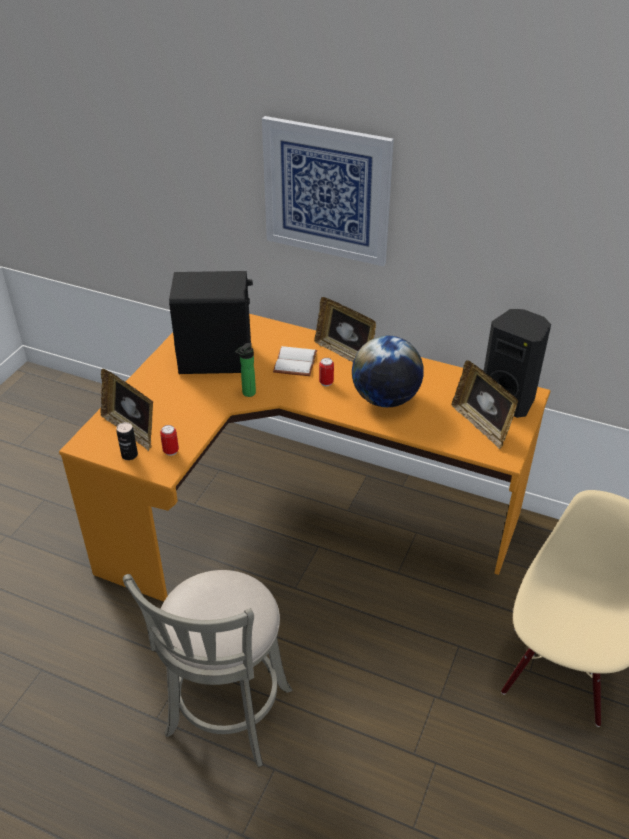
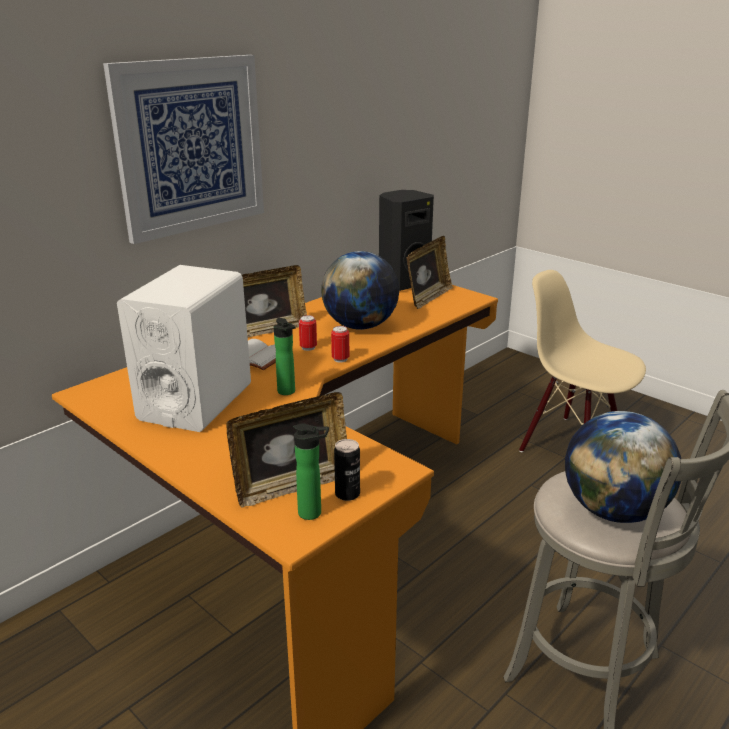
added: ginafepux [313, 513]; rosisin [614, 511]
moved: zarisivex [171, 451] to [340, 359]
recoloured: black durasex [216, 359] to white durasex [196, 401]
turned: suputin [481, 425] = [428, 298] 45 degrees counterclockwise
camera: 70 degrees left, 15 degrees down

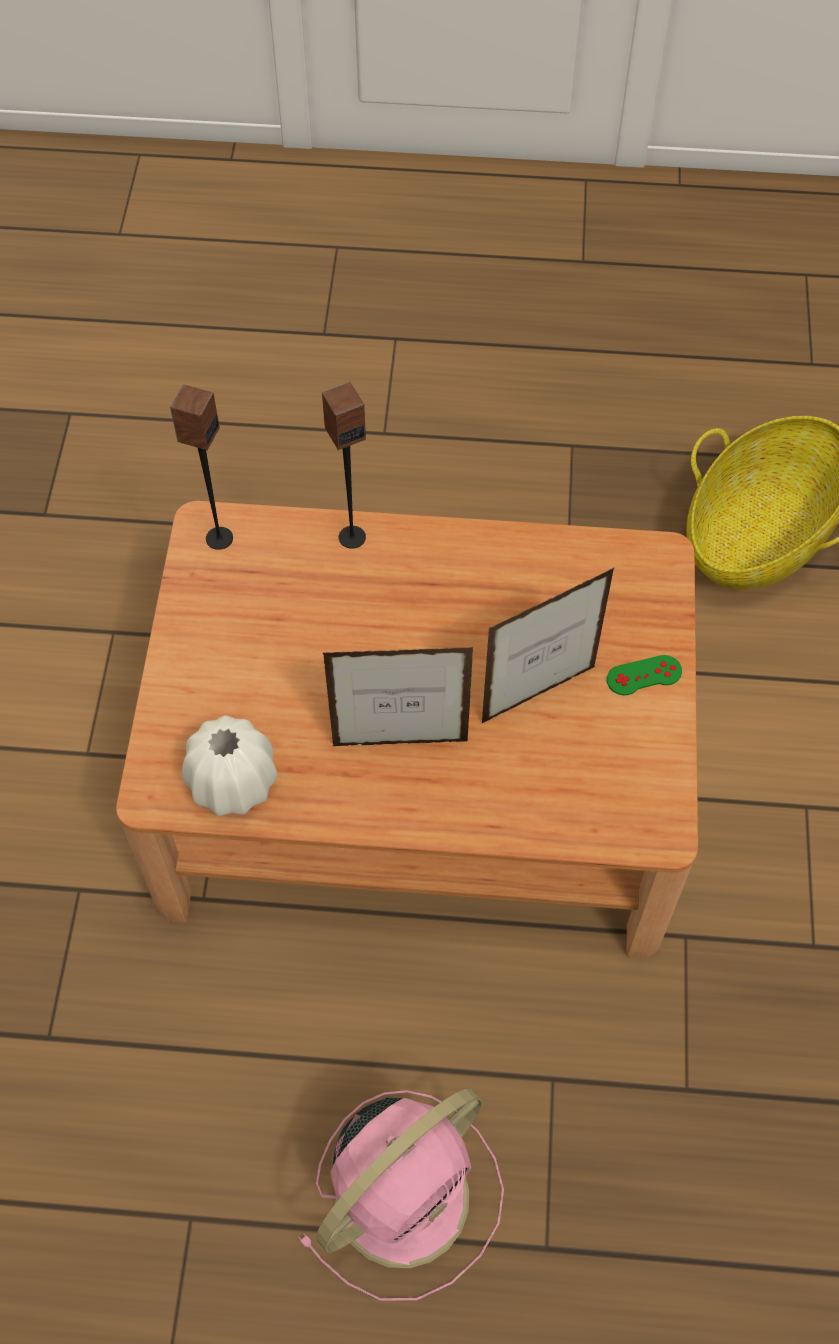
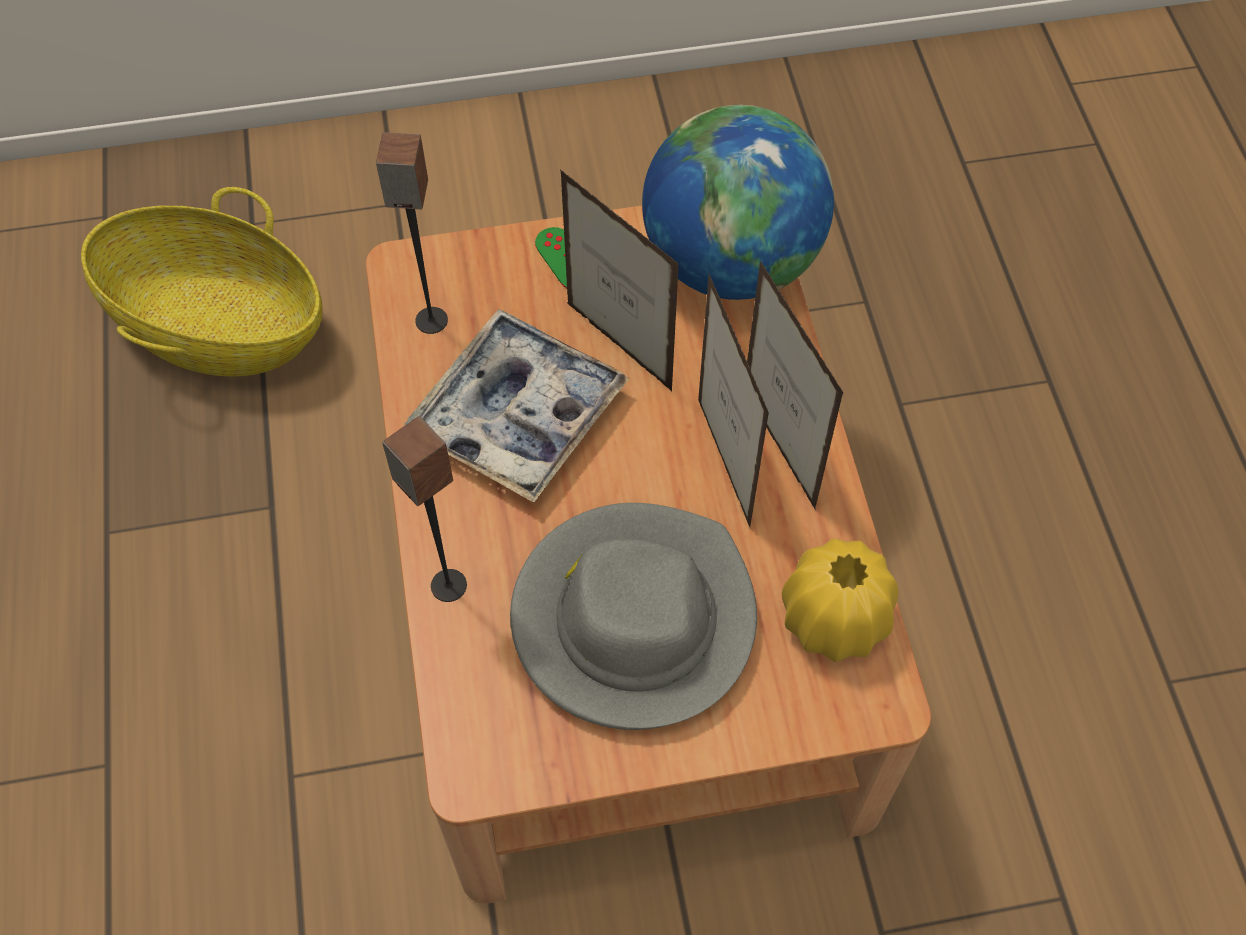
removed: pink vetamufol [407, 1192]
added: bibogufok [518, 415]; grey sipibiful [633, 618]; rosisin [731, 263]; suputin [778, 448]
moved: durasex [218, 538] to [431, 321]
recoloured: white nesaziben [233, 783] to yellow nesaziben [833, 619]
camera: 105 degrees left, 0 degrees up

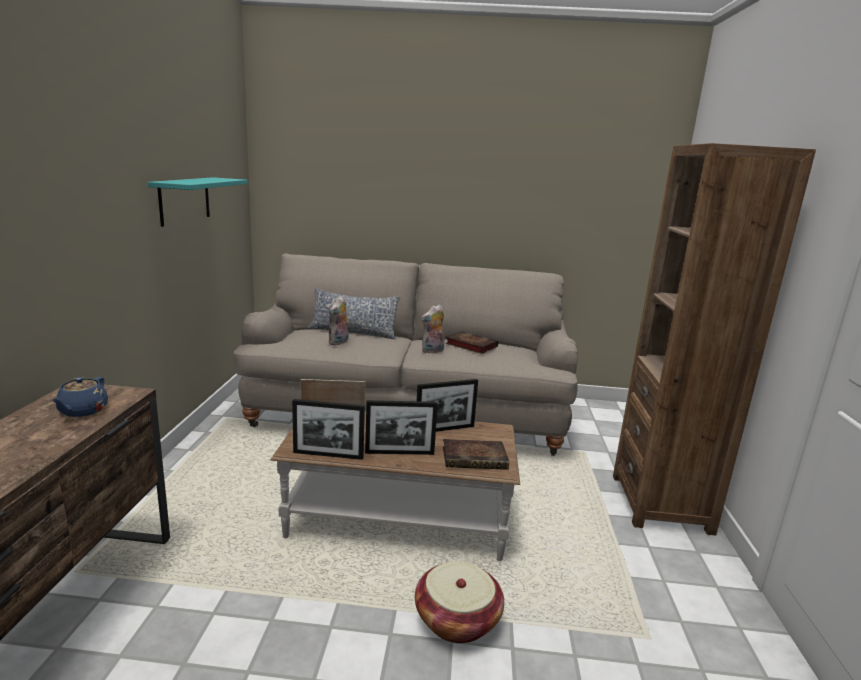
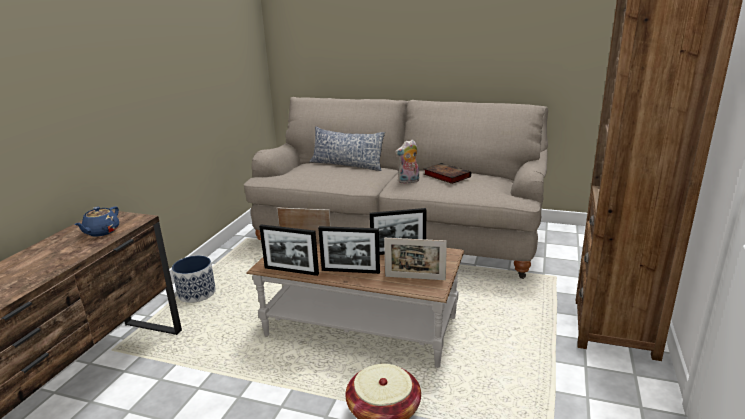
removed: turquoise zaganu [185, 200]; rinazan [339, 342]
added: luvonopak [197, 293]
replaced: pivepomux [476, 458] to suputin [415, 278]
camera: 15 degrees right, 5 degrees up

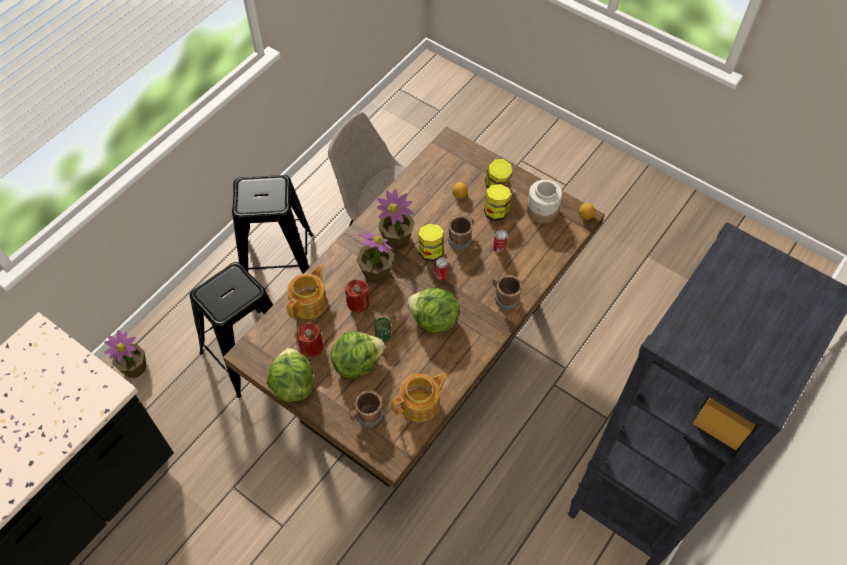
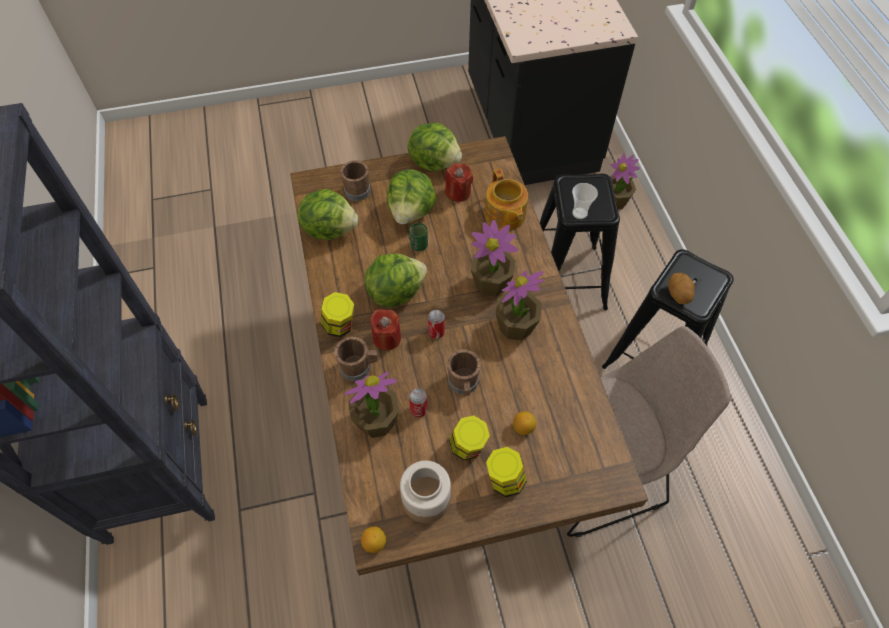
added: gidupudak [376, 421]; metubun [579, 213]; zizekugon [678, 295]
moved: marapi [431, 251] to [340, 326]; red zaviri [358, 303] to [387, 338]
replaced: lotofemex [420, 404] to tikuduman [329, 228]
camera: 130 degrees right, 0 degrees up

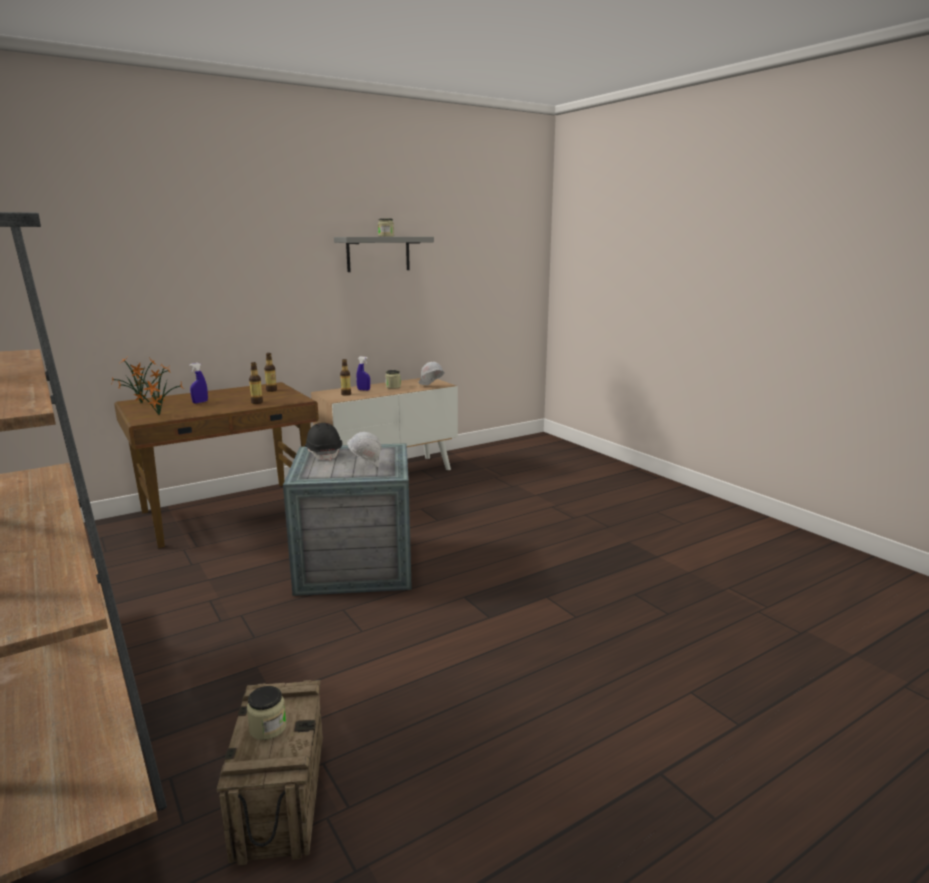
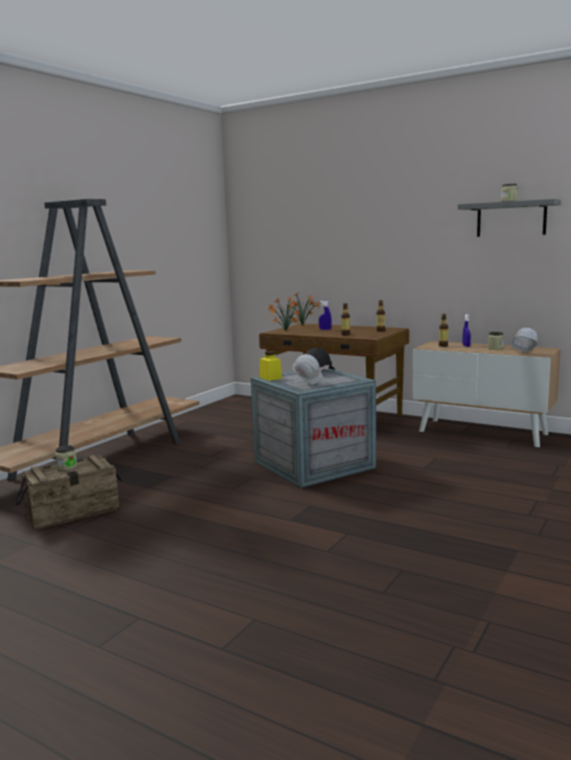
added: yellow marapi [270, 378]
camera: 65 degrees right, 5 degrees down

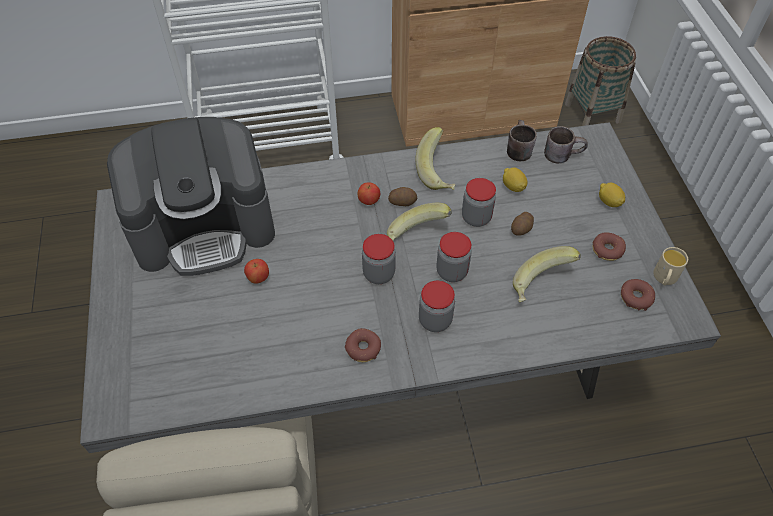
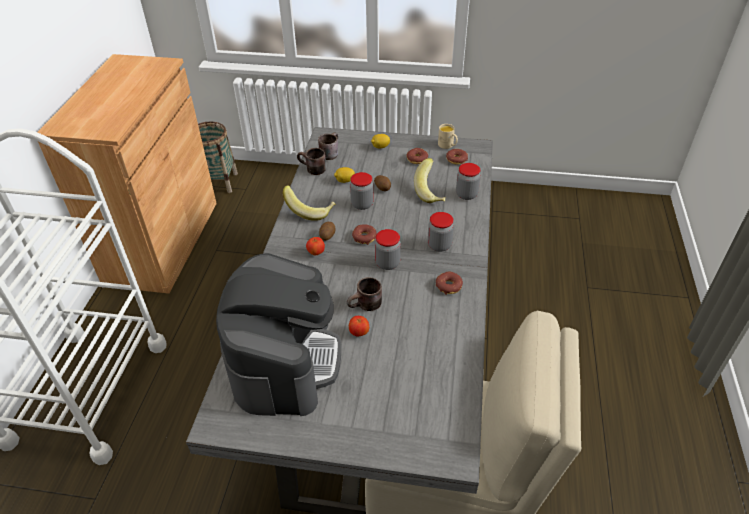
added: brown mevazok [366, 307]
moved: marapi [452, 271] to [466, 194]
replaced: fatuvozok [415, 238] to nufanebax [364, 237]
camera: 70 degrees left, 10 degrees down

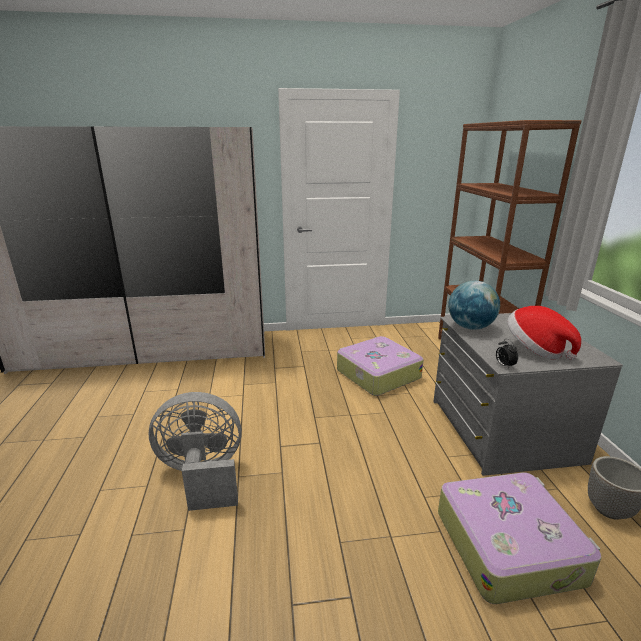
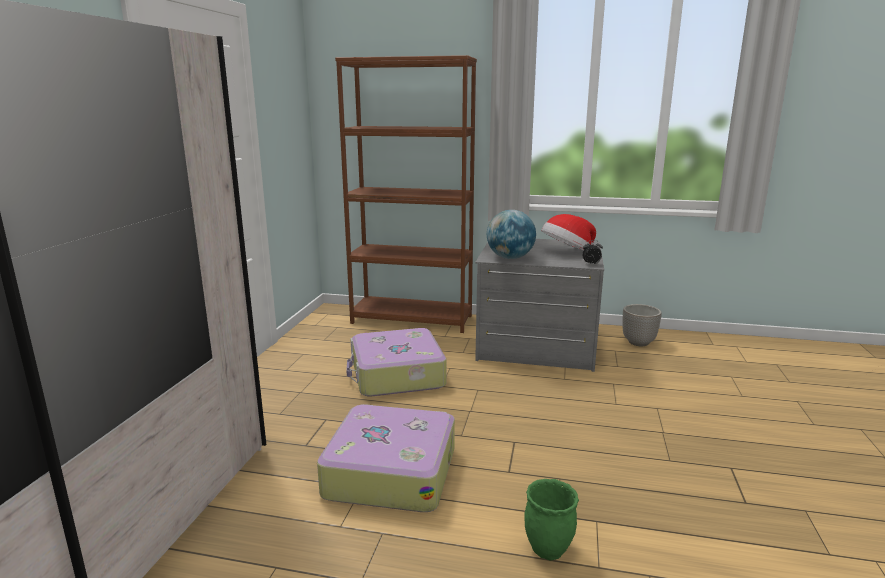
moved: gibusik [508, 544] to [390, 471]
replaced: grey vetamufol [203, 476] to green luvonopak [549, 549]
camera: 70 degrees left, 5 degrees down

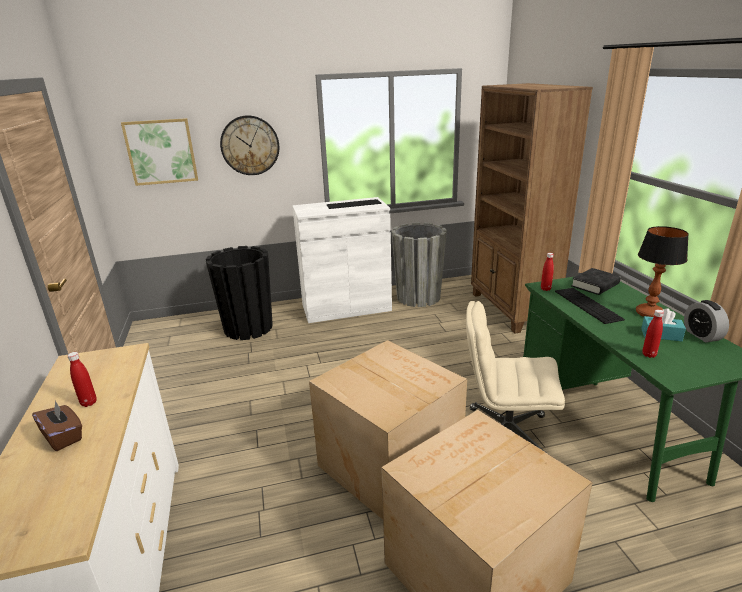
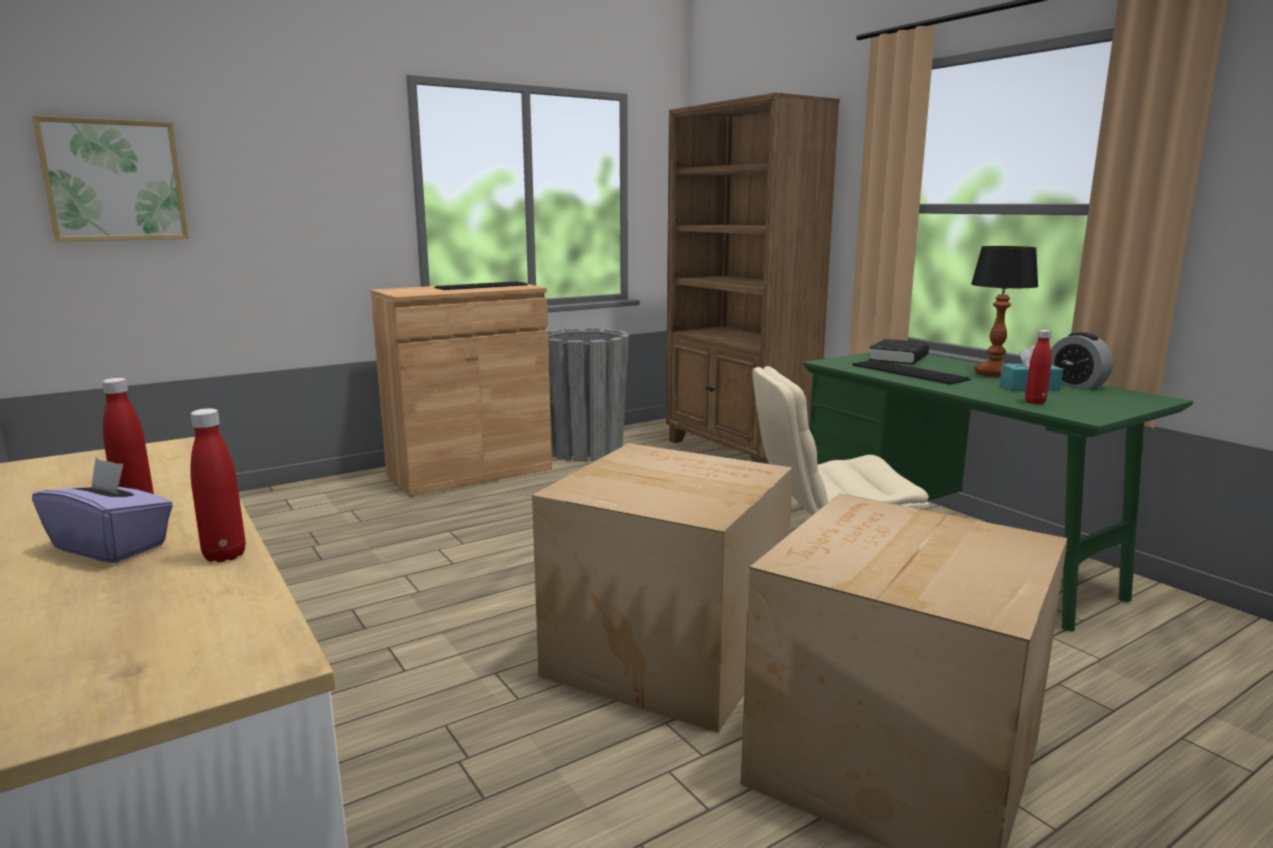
removed: black luvonopak [248, 328]; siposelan [250, 145]
moved: red ginafepux [545, 289] to [224, 555]
recoloured: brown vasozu [63, 437] to purple vasozu [112, 546]; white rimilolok [346, 308] to brown rimilolok [470, 472]
camera: 20 degrees left, 10 degrees down

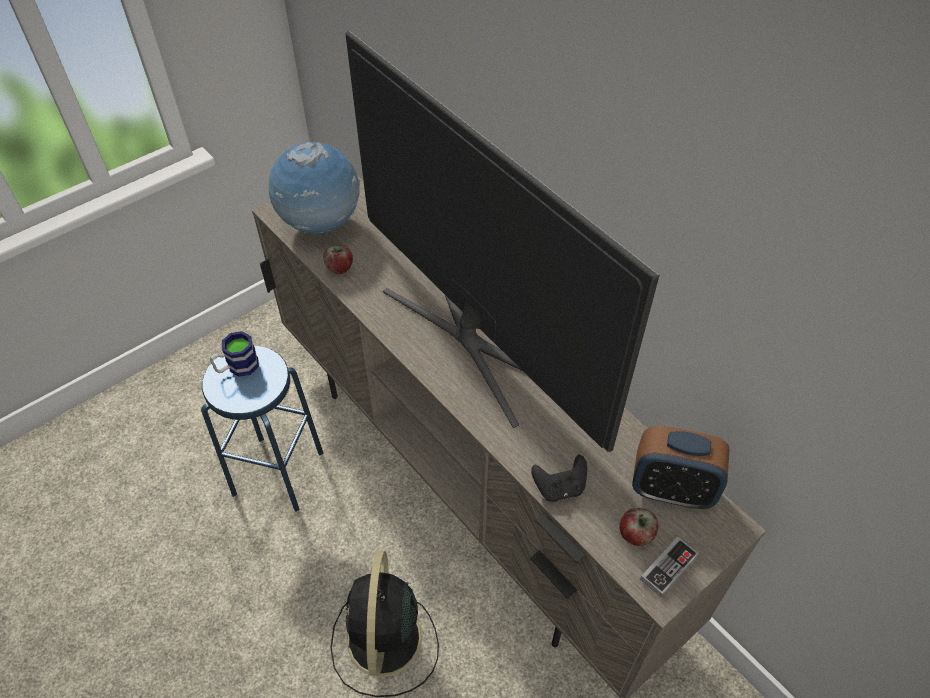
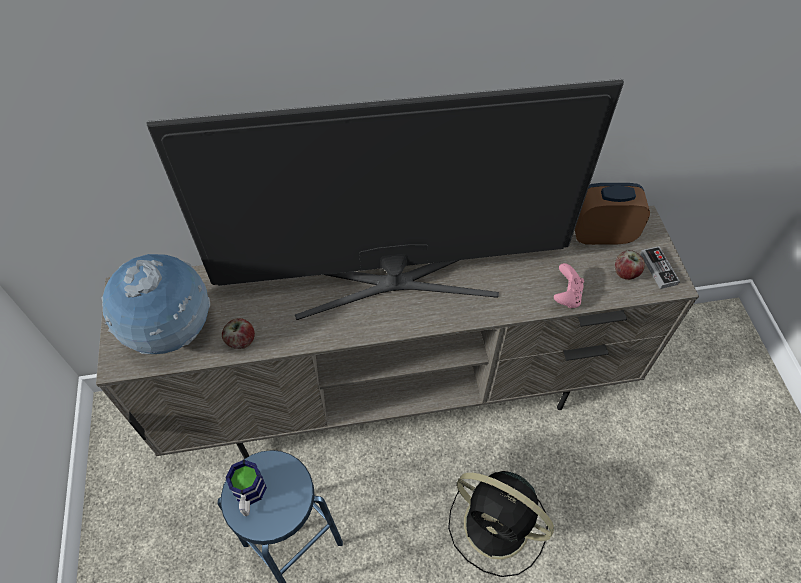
recoloured: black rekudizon [559, 487] to pink rekudizon [566, 296]
turned: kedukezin [671, 490] = [601, 235] 135 degrees counterclockwise
camera: 60 degrees left, 5 degrees up

